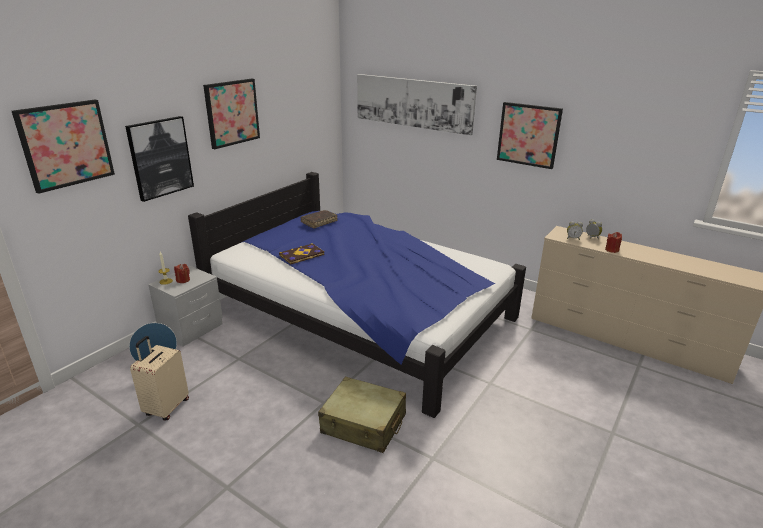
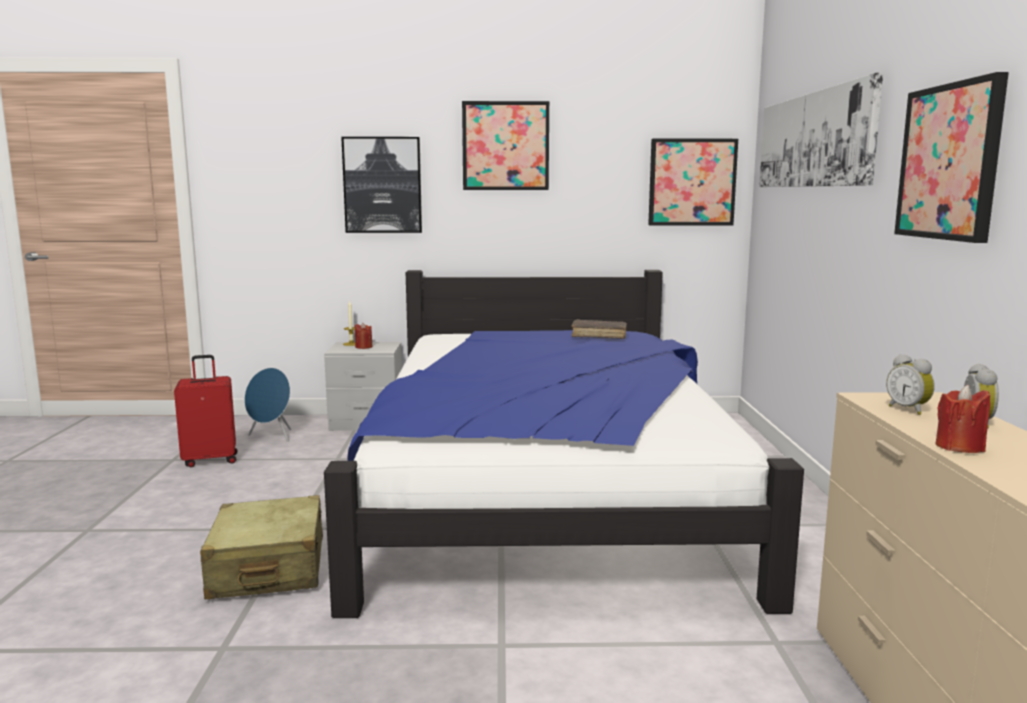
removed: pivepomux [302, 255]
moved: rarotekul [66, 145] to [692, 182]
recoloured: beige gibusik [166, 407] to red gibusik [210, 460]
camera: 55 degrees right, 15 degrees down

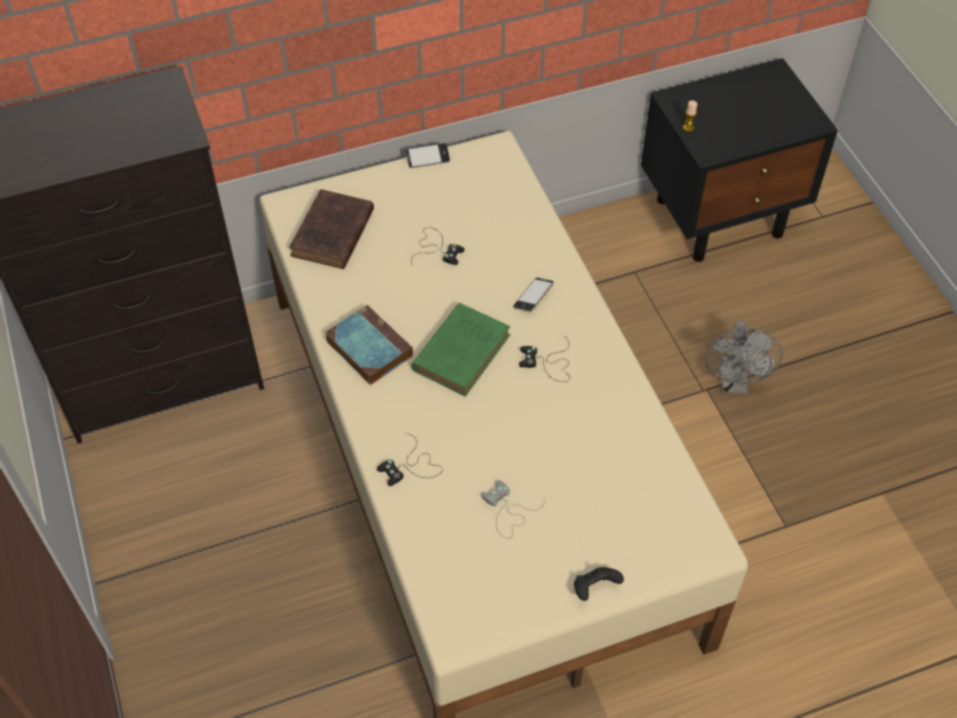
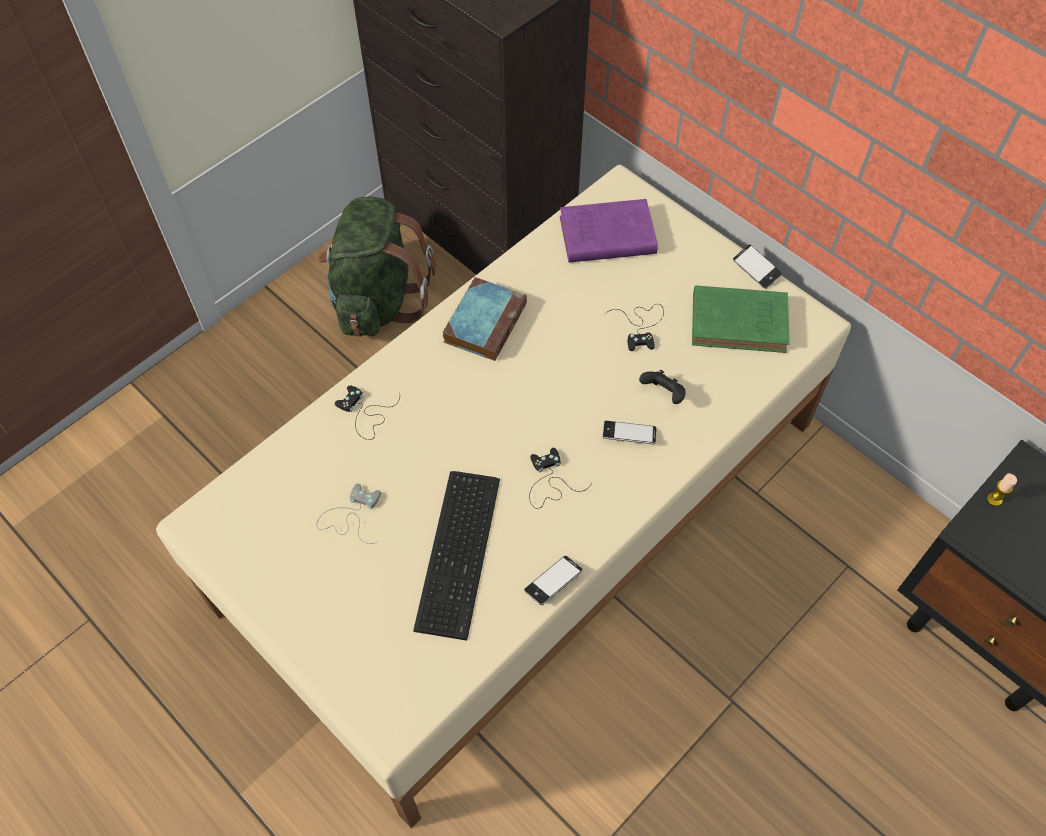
removed: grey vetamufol [734, 383]
added: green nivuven [377, 300]; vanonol [461, 551]; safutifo [553, 582]
moved: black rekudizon [594, 589] to [663, 394]; green pivepomux [463, 351] to [741, 323]
recoloured: brown pivepomux [331, 235] to purple pivepomux [604, 236]
camera: 65 degrees right, 5 degrees up

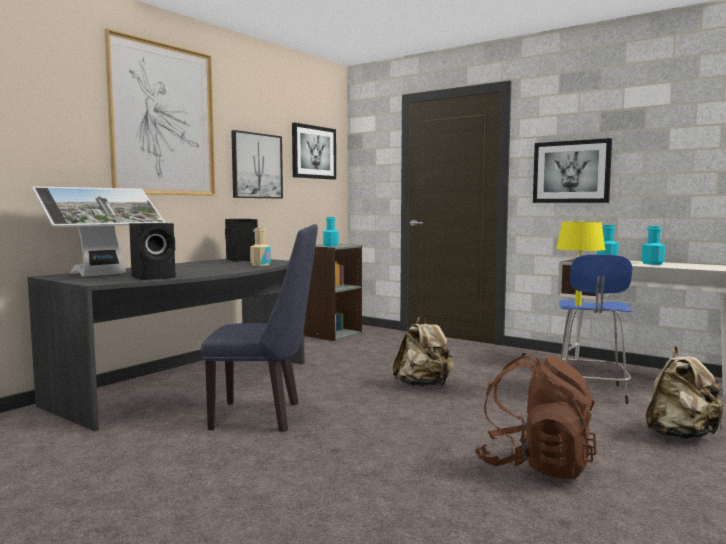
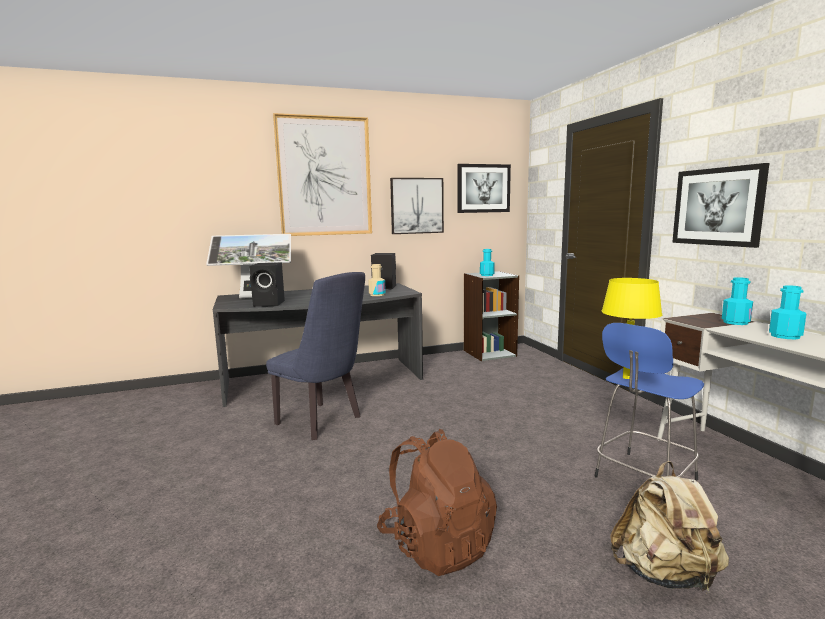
removed: beige nivuven [424, 385]
camera: 35 degrees right, 5 degrees up

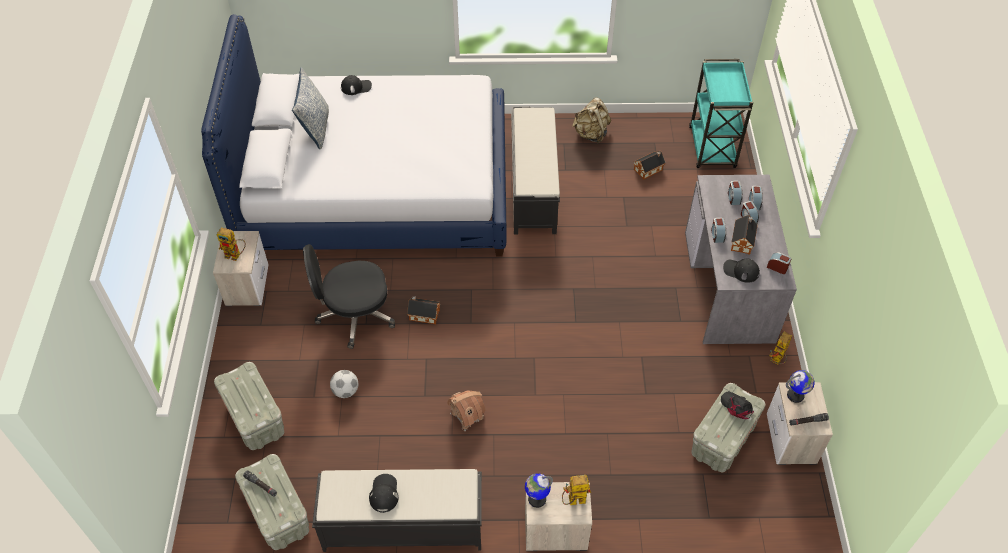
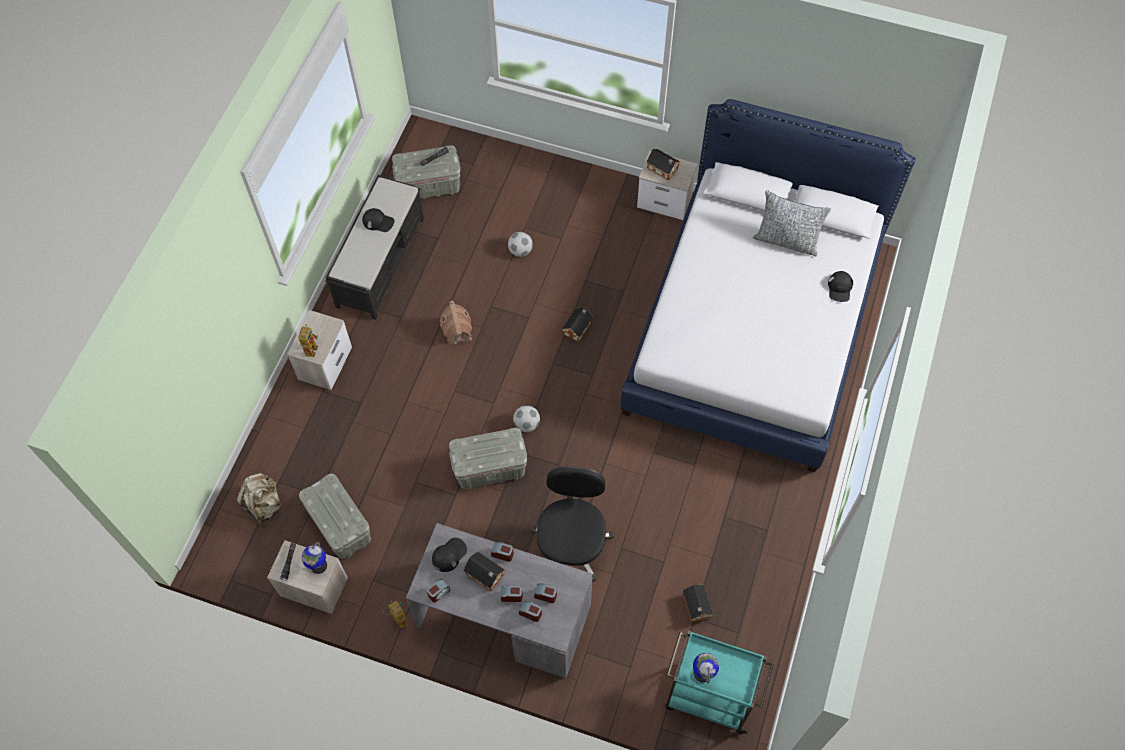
removed: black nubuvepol [533, 187]; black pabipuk [736, 406]
added: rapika [527, 424]
moved: beige nivuven [591, 134] to [264, 505]; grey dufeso [255, 419] to [490, 468]; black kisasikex [354, 315] to [572, 543]; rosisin [537, 499] to [702, 673]
replaced: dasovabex [236, 255] to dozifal [663, 169]
camera: 110 degrees right, 10 degrees up

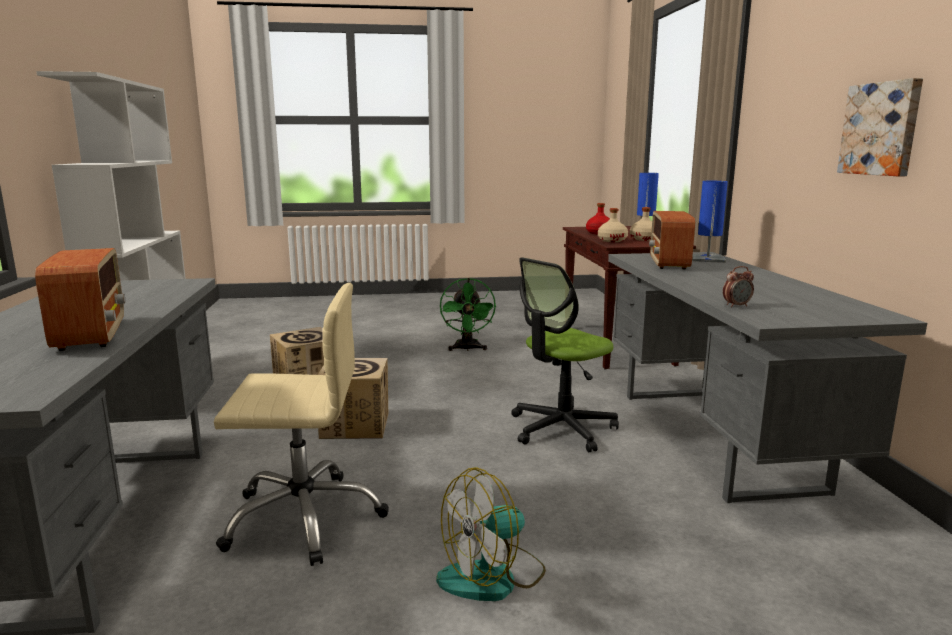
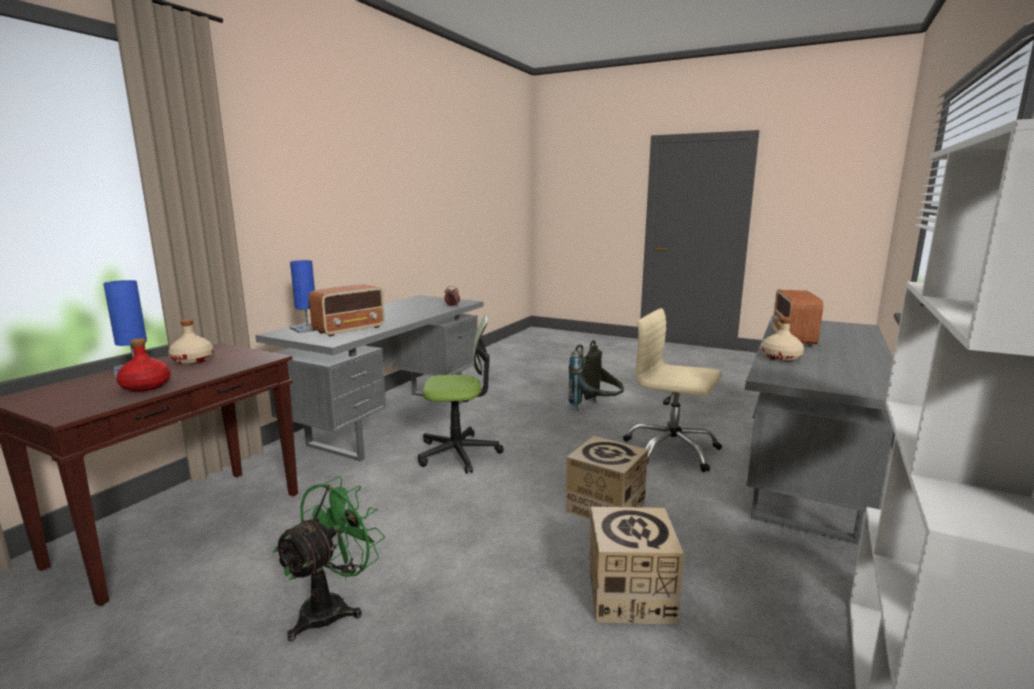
removed: rarotekul [881, 129]
moved: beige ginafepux [612, 240] to [781, 357]
replaced: vetamufol [492, 576] to grey nivuven [596, 410]
camera: 145 degrees left, 0 degrees up

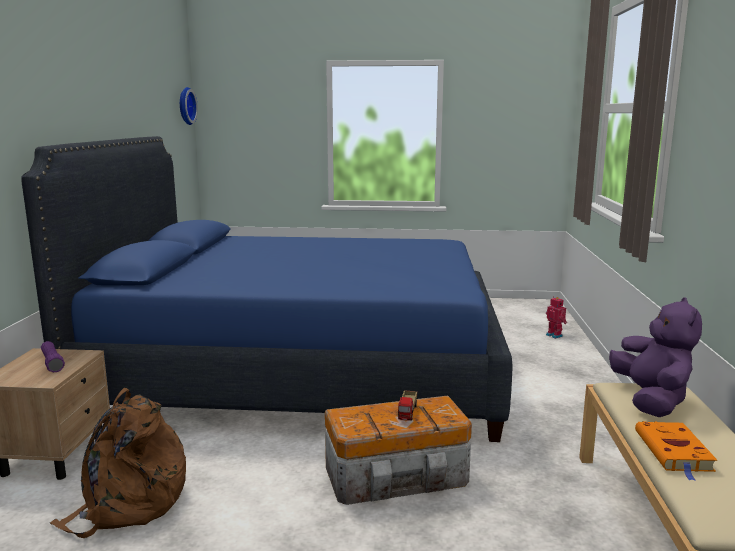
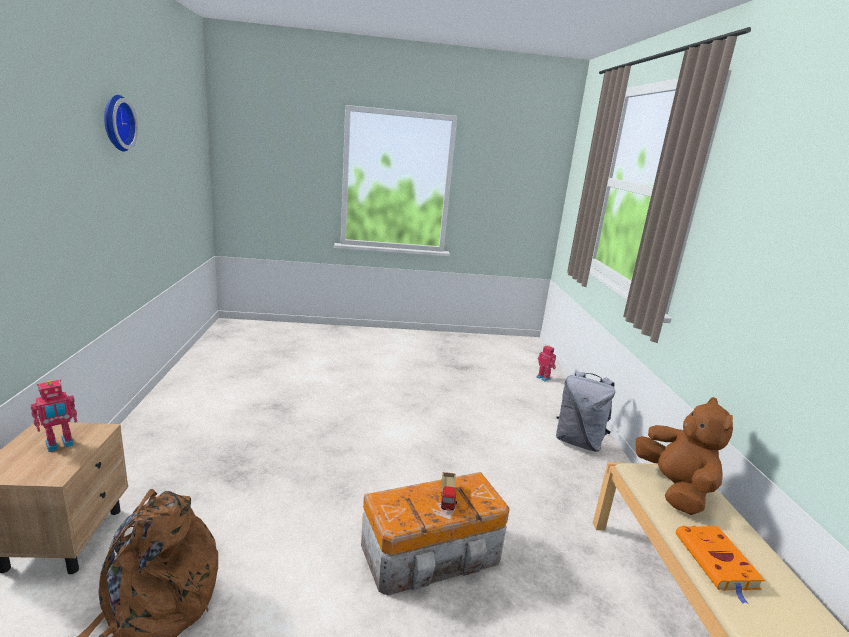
removed: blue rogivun [301, 371]
added: grey nivuven [579, 442]
moved: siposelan [185, 106] to [116, 123]
replaced: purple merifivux [52, 363] to dasovabex [60, 445]
recoloured: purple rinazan [651, 400] to brown rinazan [674, 489]
camera: 10 degrees left, 5 degrees up

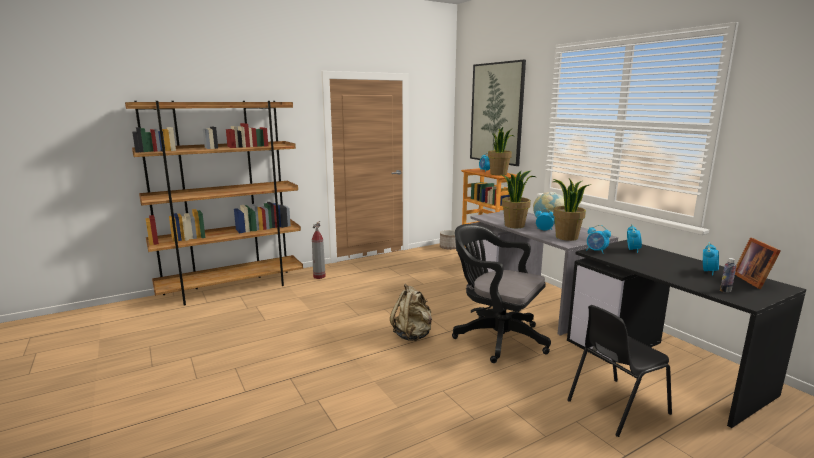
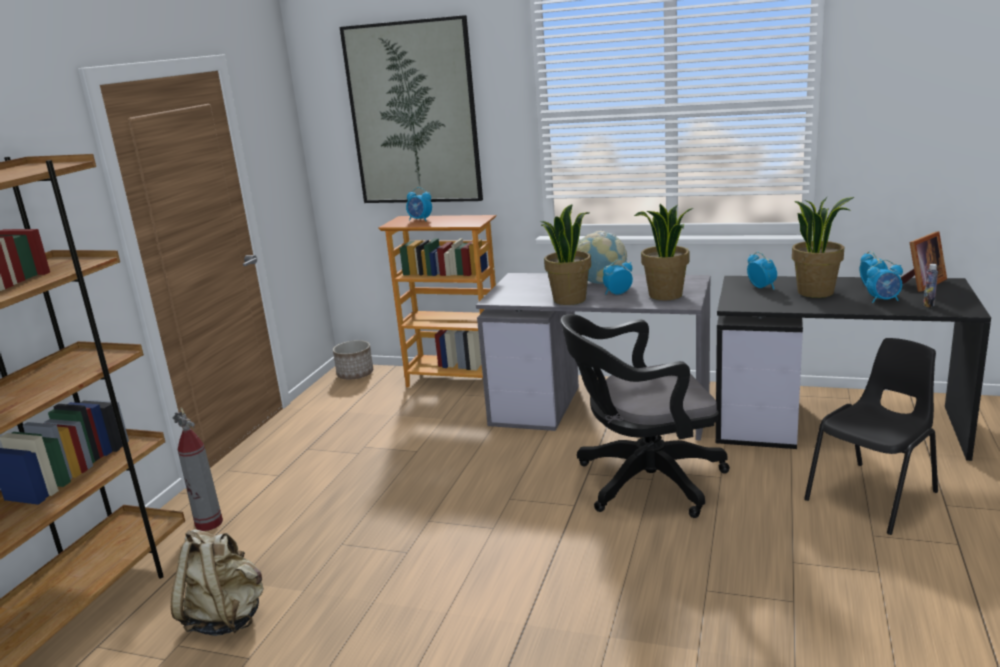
moved: beige nivuven [413, 335] to [226, 618]; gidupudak [499, 174] to [816, 292]; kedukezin [596, 251] to [883, 300]
turned: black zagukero [615, 407] = [874, 496] 150 degrees counterclockwise; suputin [754, 280] = [920, 284] 90 degrees counterclockwise
camera: 40 degrees left, 5 degrees up

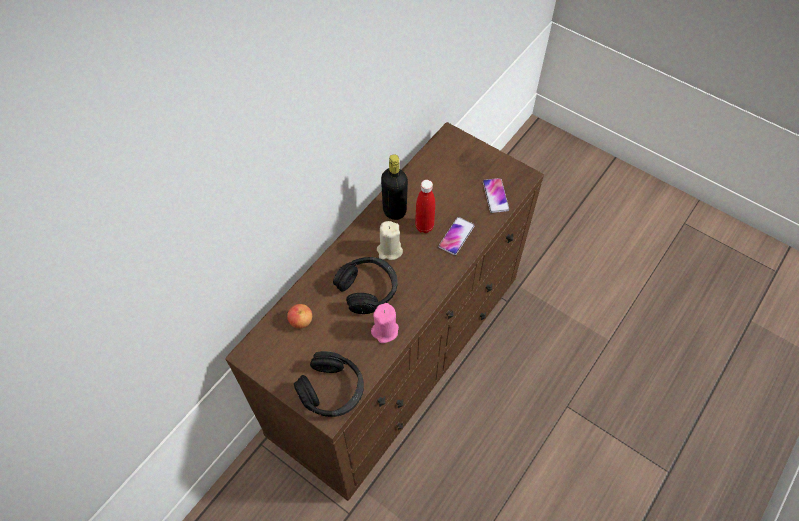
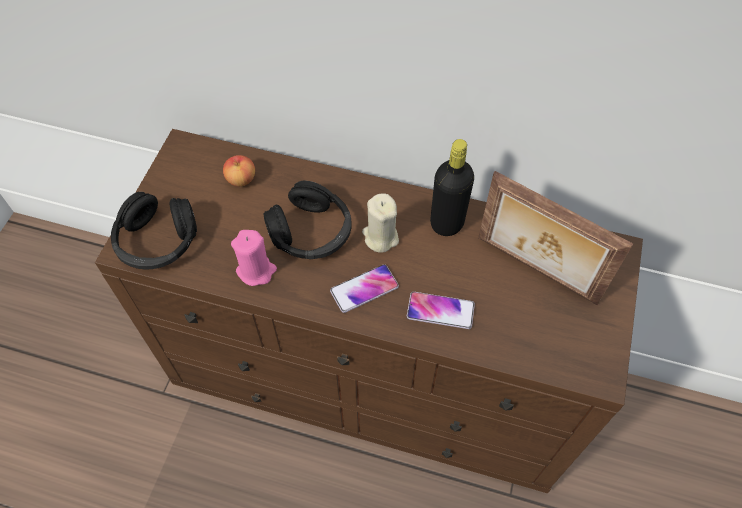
removed: red ginafepux [424, 227]
added: suputin [535, 271]
moved: safutifo [495, 196] to [364, 289]
camera: 70 degrees right, 0 degrees up

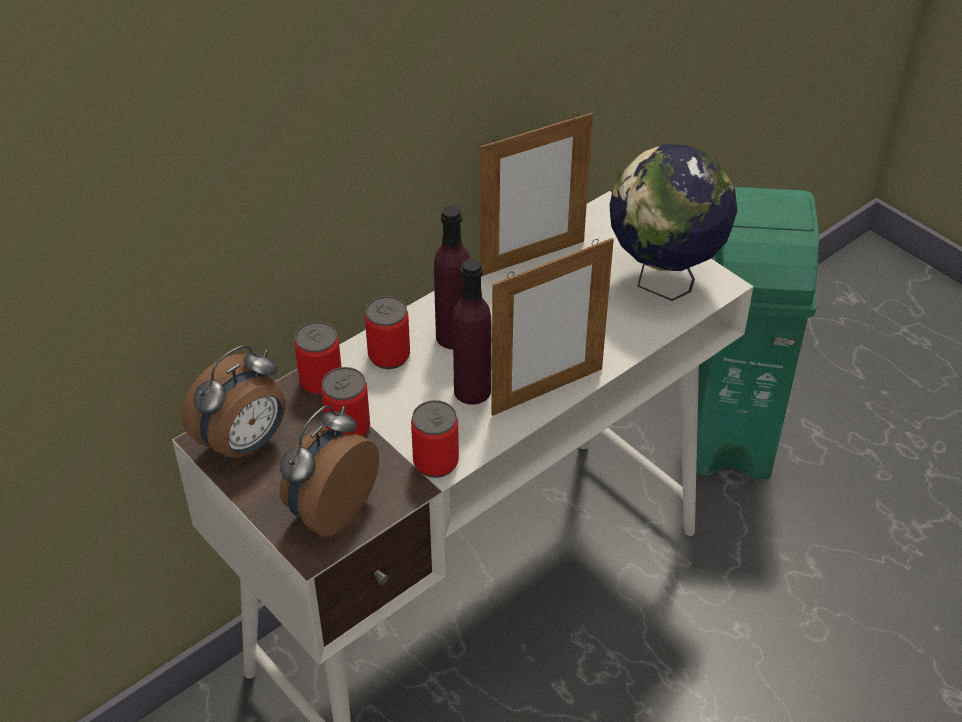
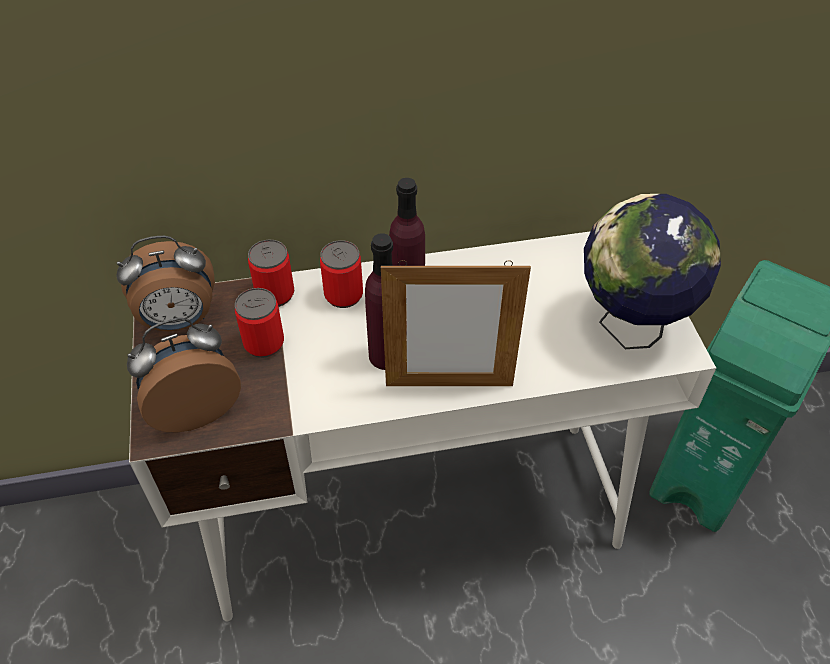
removed: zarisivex [436, 462]; suputin [532, 258]
camera: 30 degrees right, 5 degrees up

